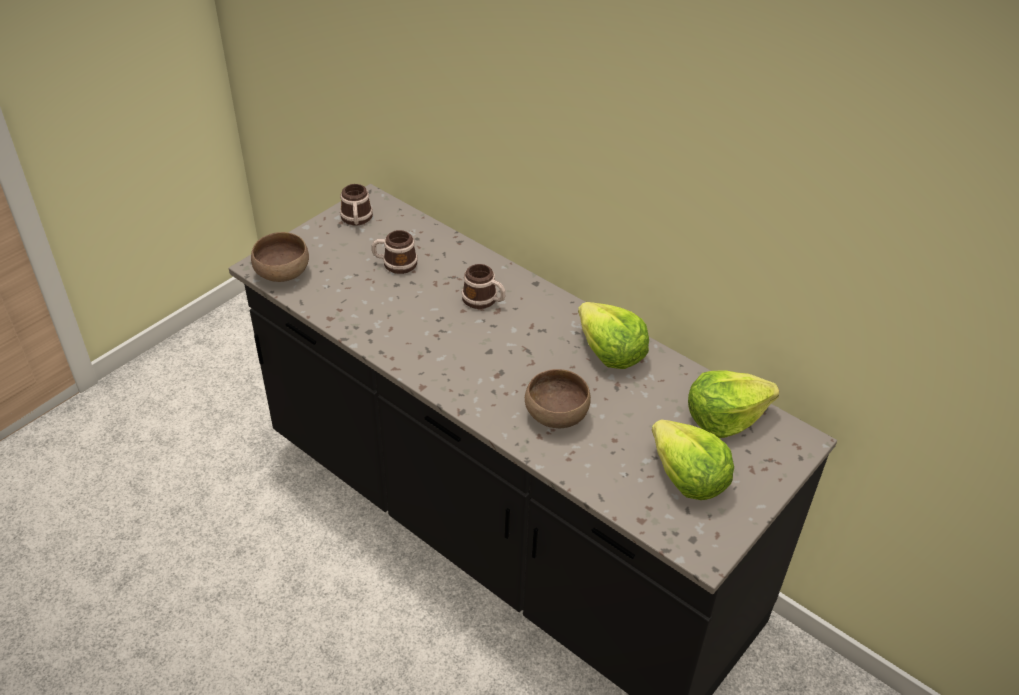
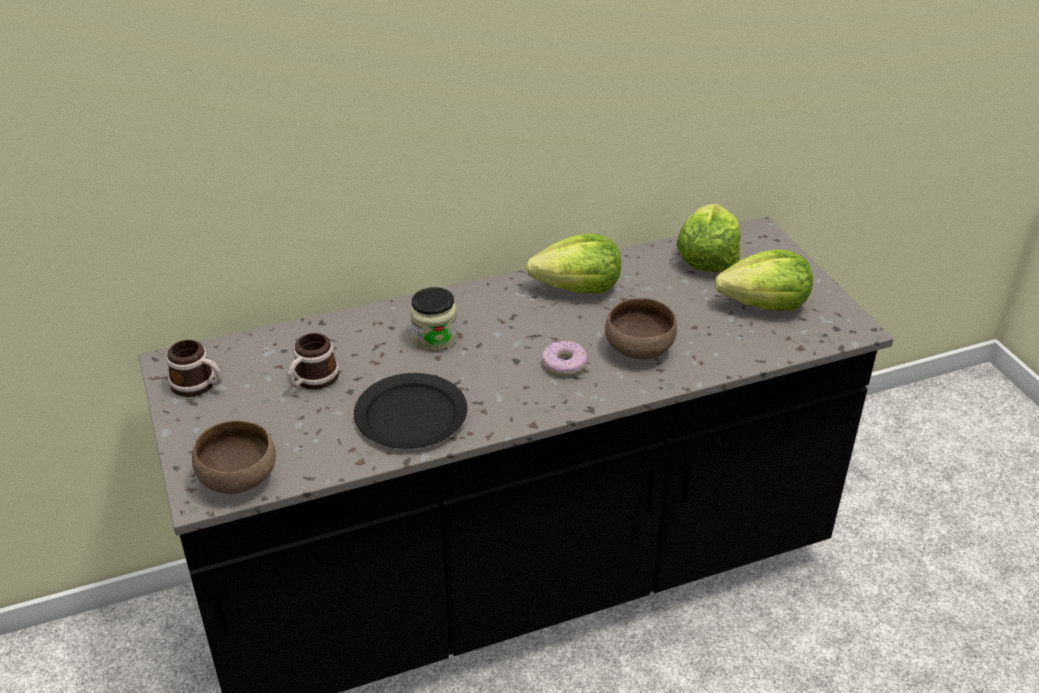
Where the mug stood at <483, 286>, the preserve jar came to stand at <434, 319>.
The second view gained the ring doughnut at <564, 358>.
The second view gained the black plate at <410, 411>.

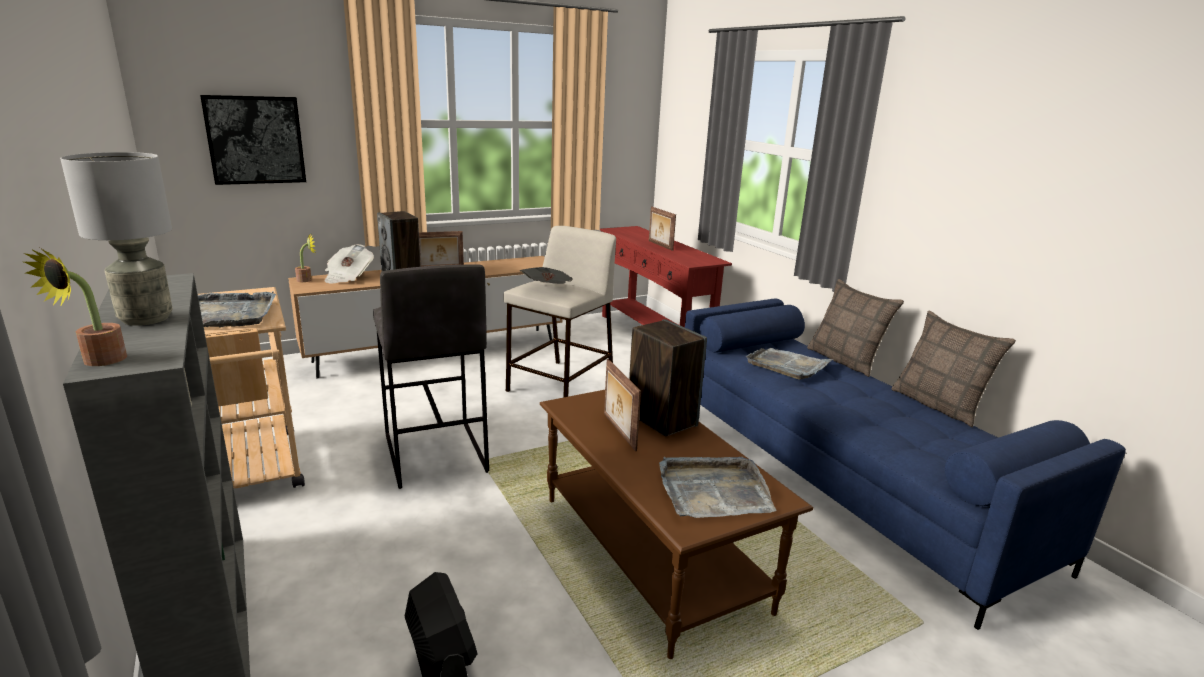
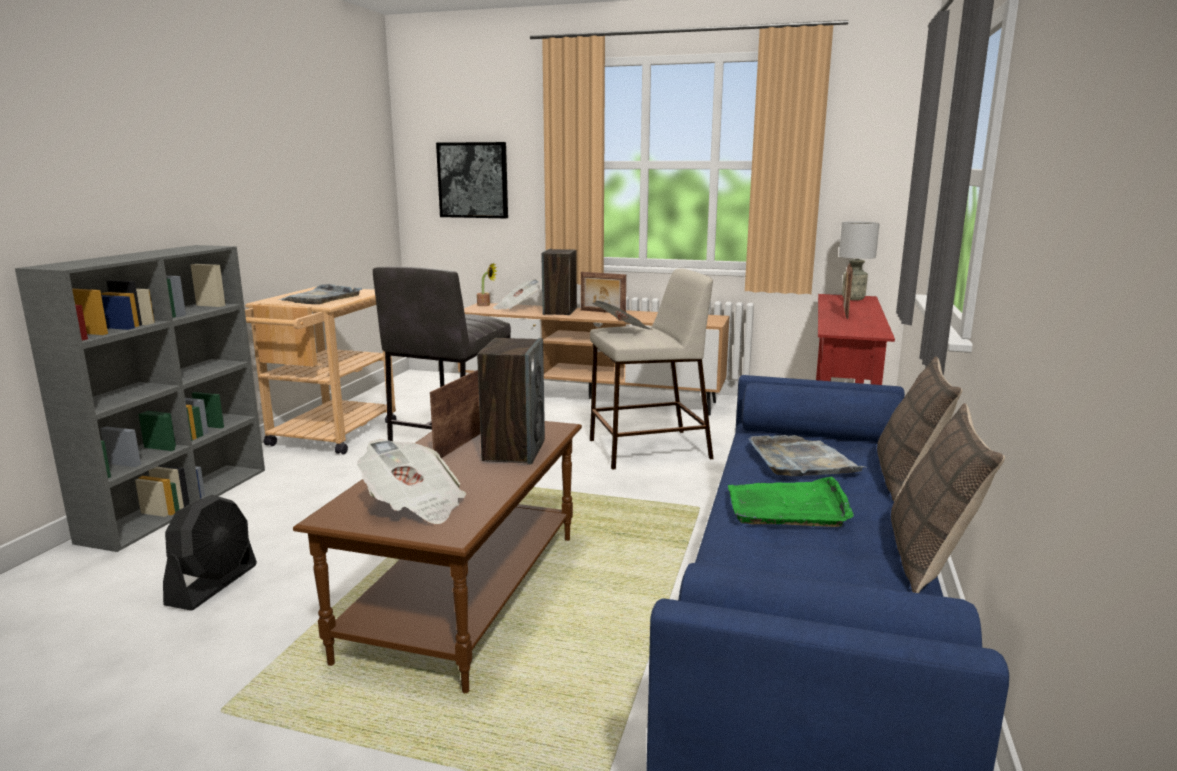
The gray lamp for a table ended up elsewhere, having gone from <116, 239> to <859, 261>.
The second view lost the potted plant at <75, 307>.
Where the gray tray stood at <718, 487>, the newspaper came to stand at <411, 481>.
The second view gained the green tray at <791, 502>.

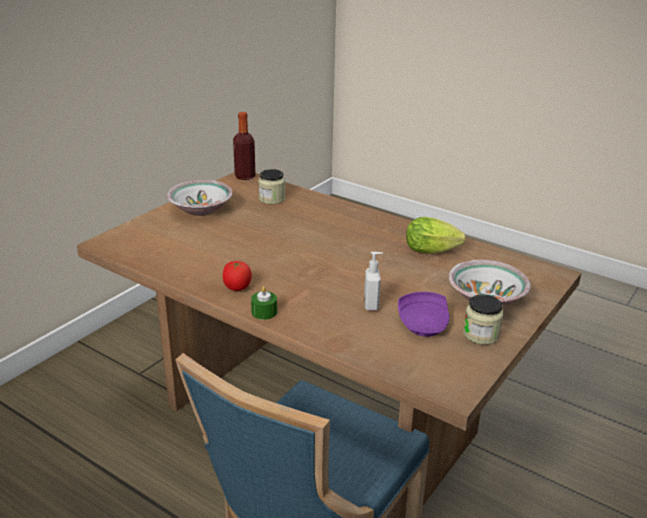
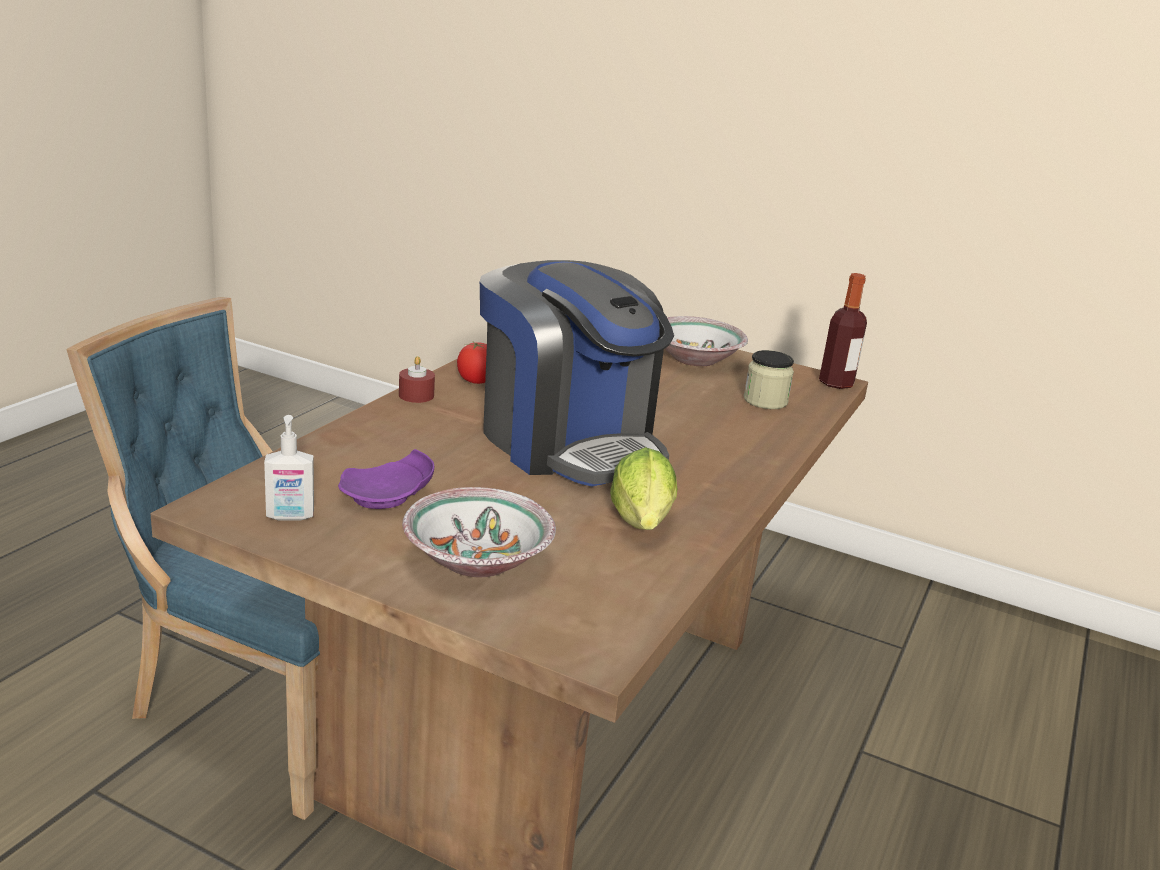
The soap dispenser ended up elsewhere, having gone from <373, 281> to <289, 468>.
What was the green candle at <264, 303> turned into the red candle at <417, 379>.
The second view lost the preserve jar at <483, 319>.
The second view gained the coffee maker at <577, 373>.

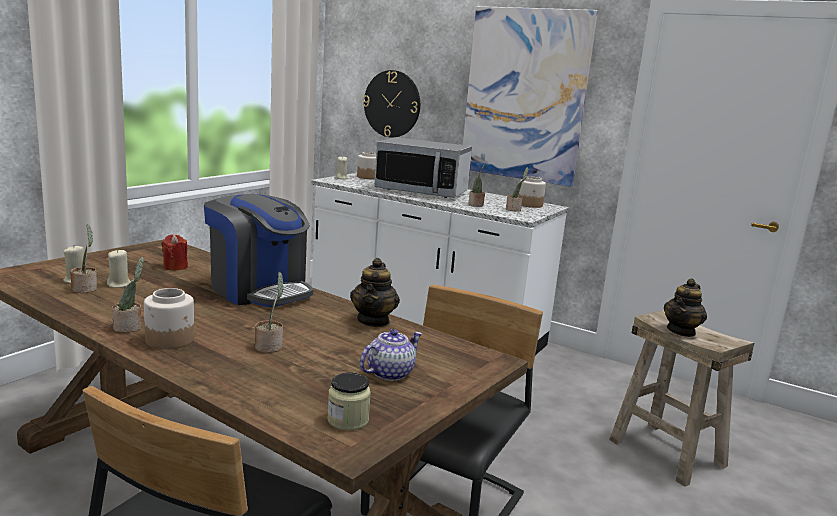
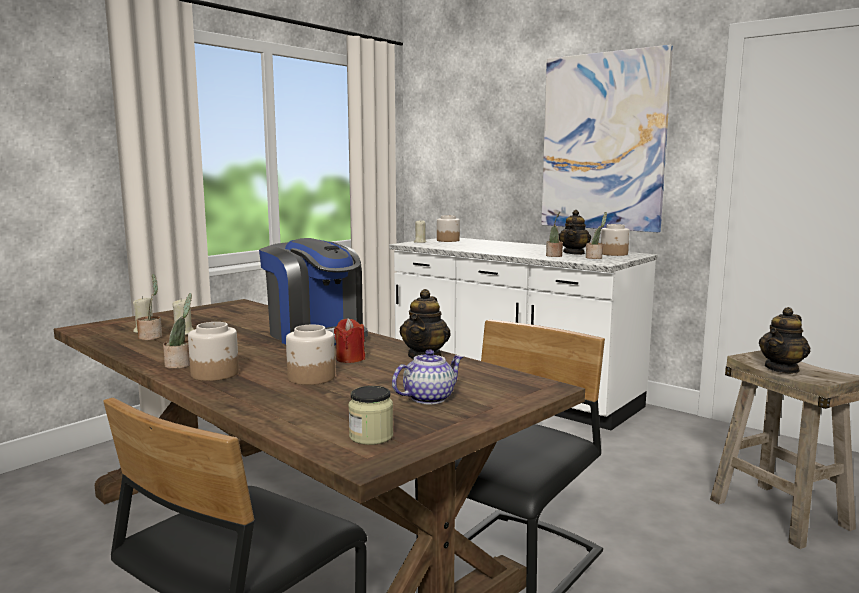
The second view lost the hanging clock at <391, 104>.
The second view lost the microwave at <423, 167>.
The red candle ended up elsewhere, having gone from <175, 252> to <349, 340>.
Where the potted plant stood at <269, 312>, the preserve jar came to stand at <310, 355>.
The second view gained the tea pot at <575, 232>.

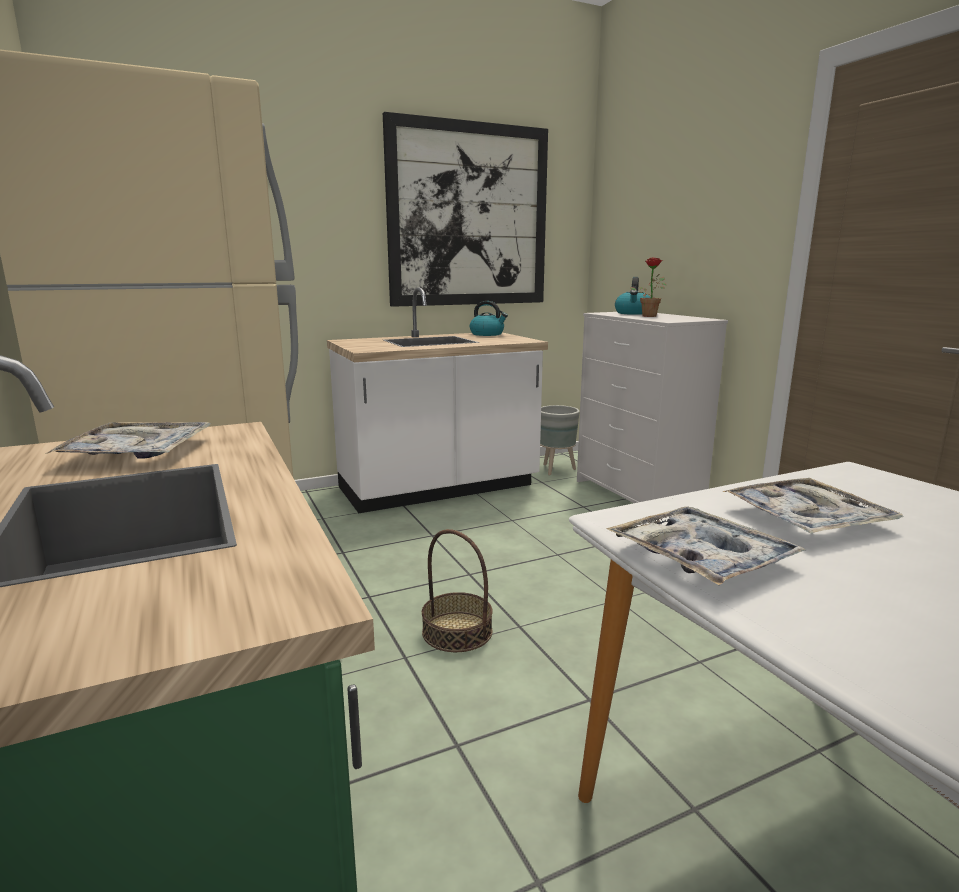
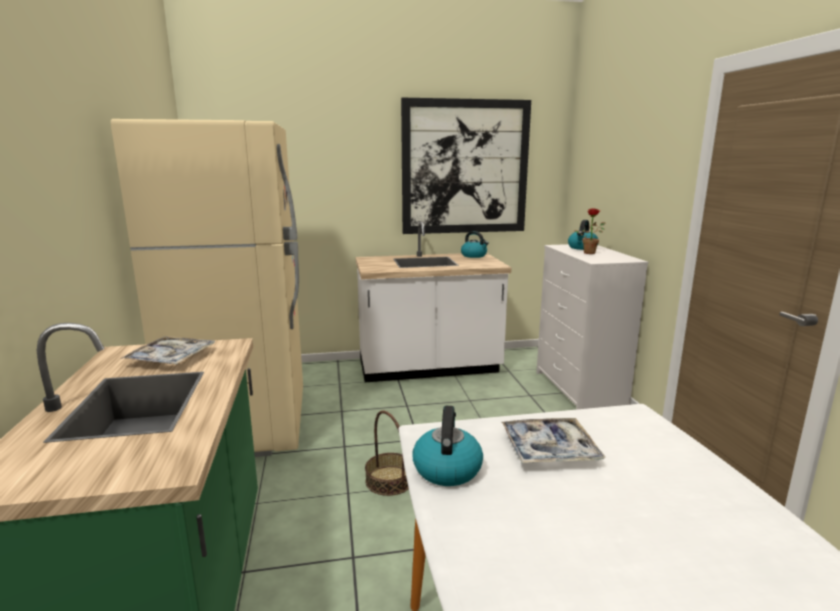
The second view lost the gray planter at <560, 440>.
Where the tray stood at <706, 545>, the kettle came to stand at <447, 446>.

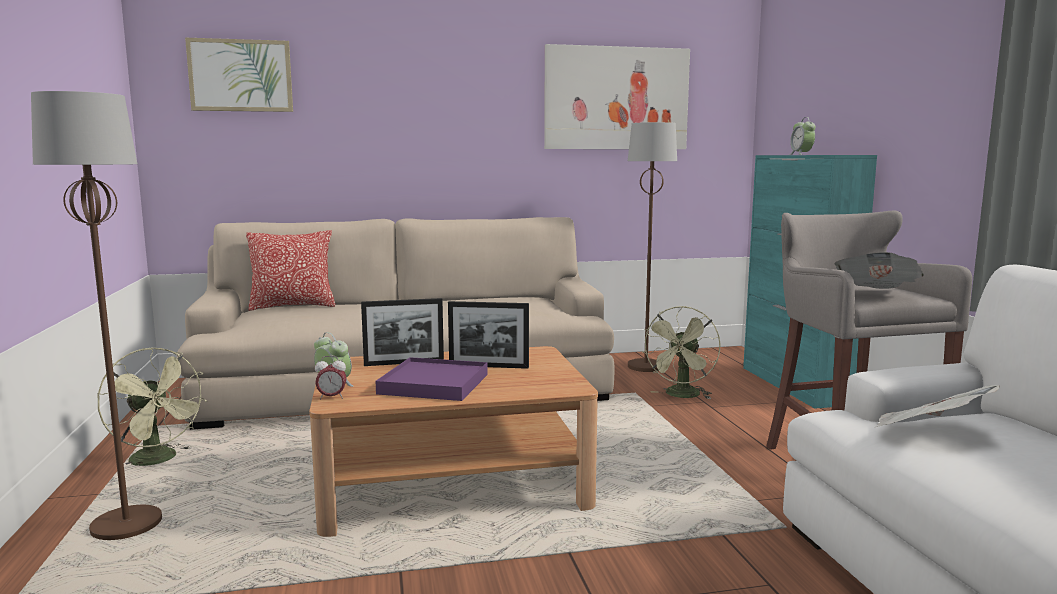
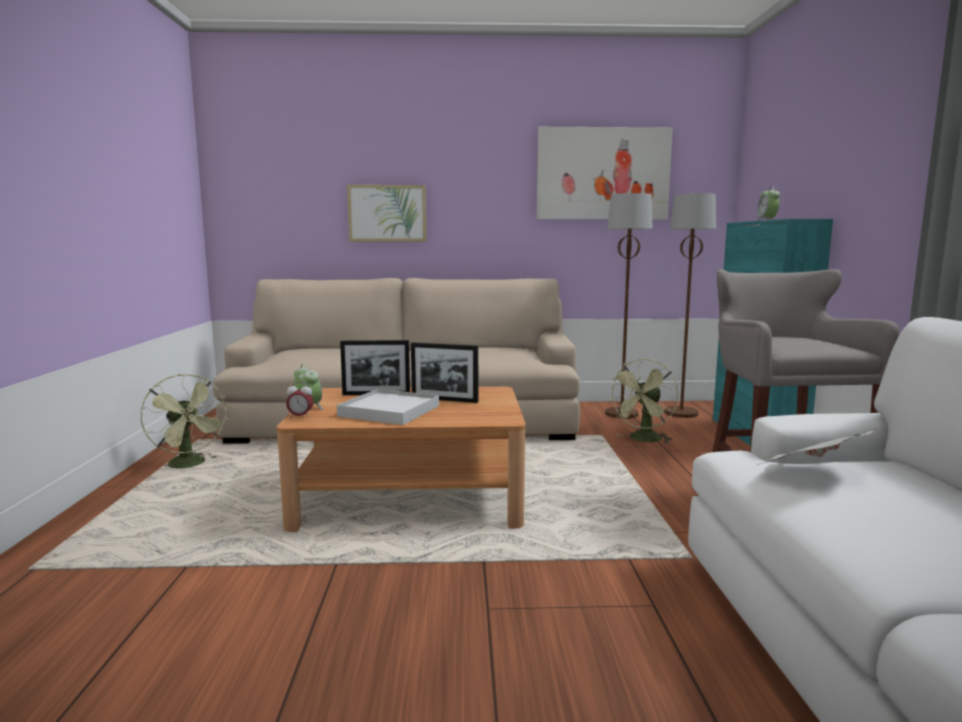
The picture ended up elsewhere, having gone from <239, 75> to <387, 213>.
The brown standing lamp ended up elsewhere, having gone from <96, 315> to <690, 305>.
The second view lost the throw pillow at <290, 270>.
The second view lost the newspaper at <879, 270>.
What was the purplish tray at <431, 379> turned into the white tray at <388, 407>.

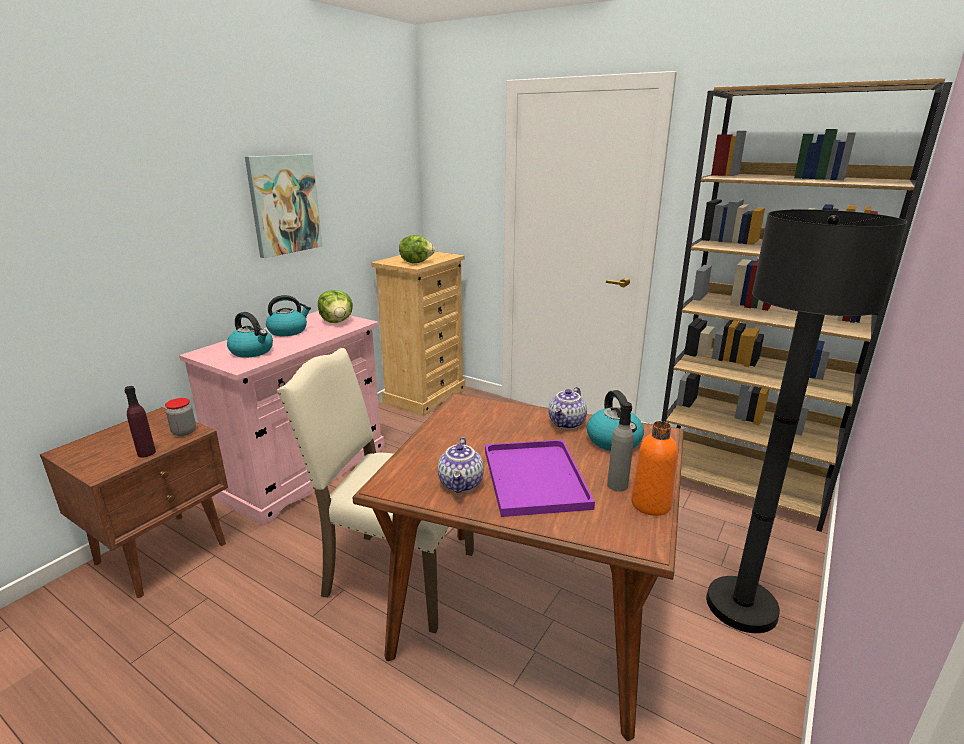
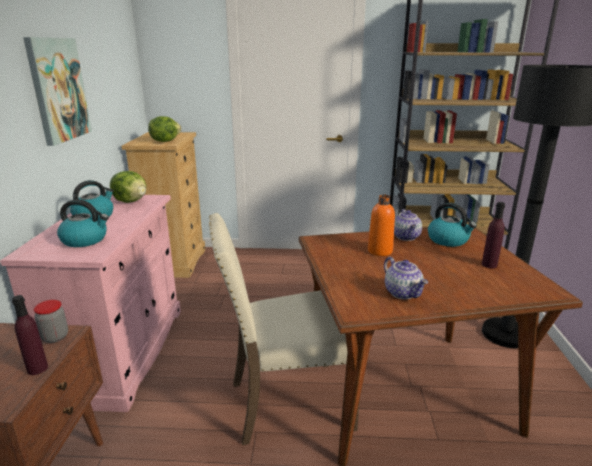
What was the gray beverage bottle at <620, 447> turned into the purplish beverage bottle at <493, 235>.
The orange beverage bottle ended up elsewhere, having gone from <654, 468> to <381, 225>.
The second view lost the purplish tray at <540, 478>.

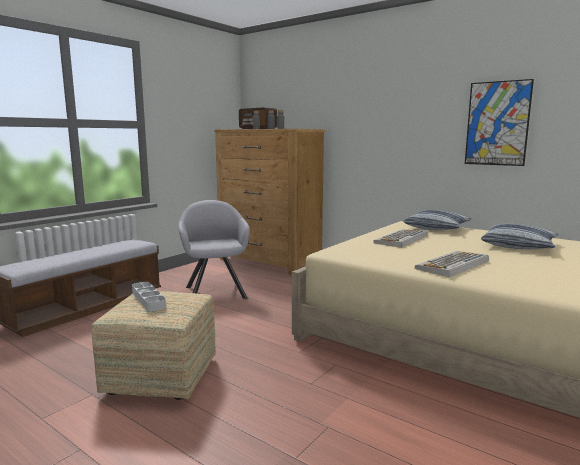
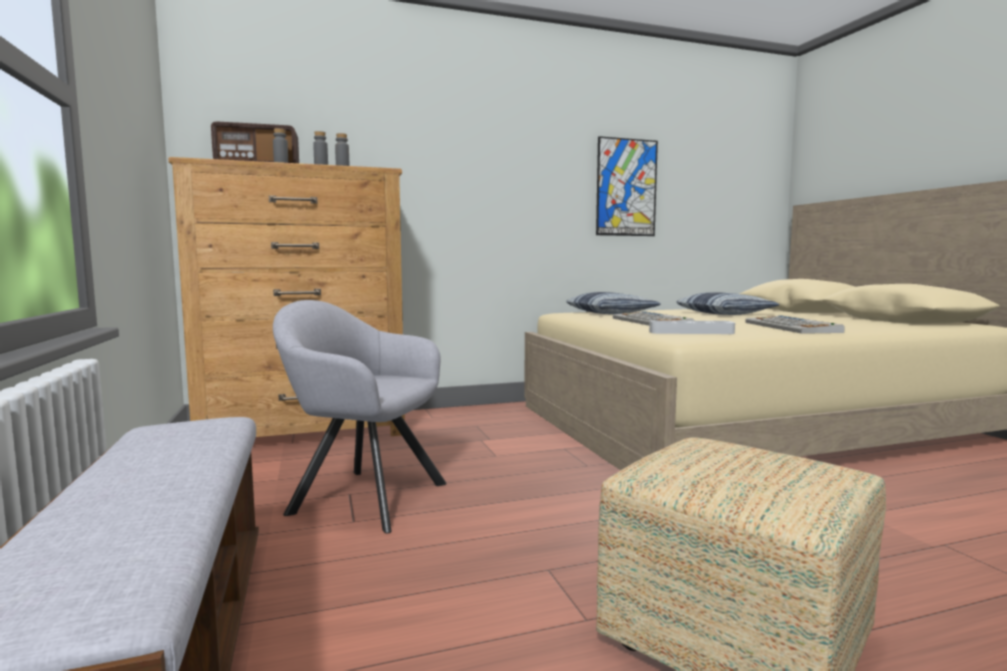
The gray tray ended up elsewhere, having gone from <149, 297> to <692, 327>.

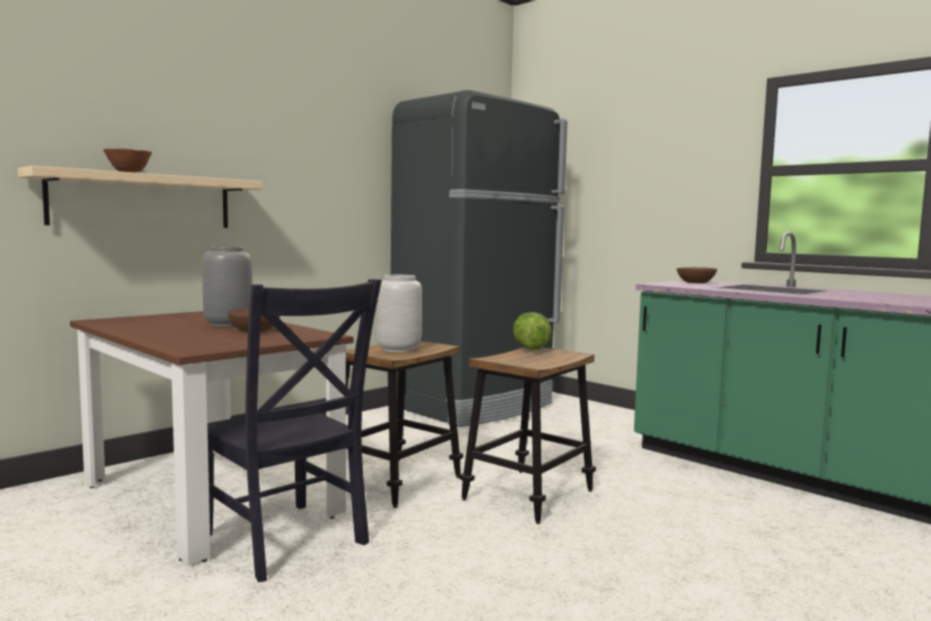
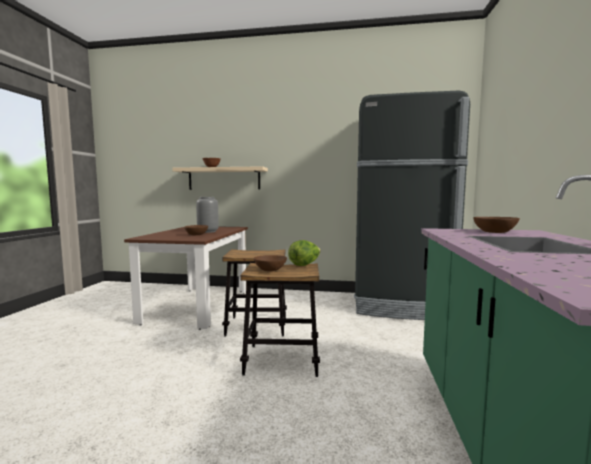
The second view lost the gray decorative vase at <399, 314>.
The second view lost the black chair at <294, 430>.
The second view gained the brown bowl at <270, 263>.

